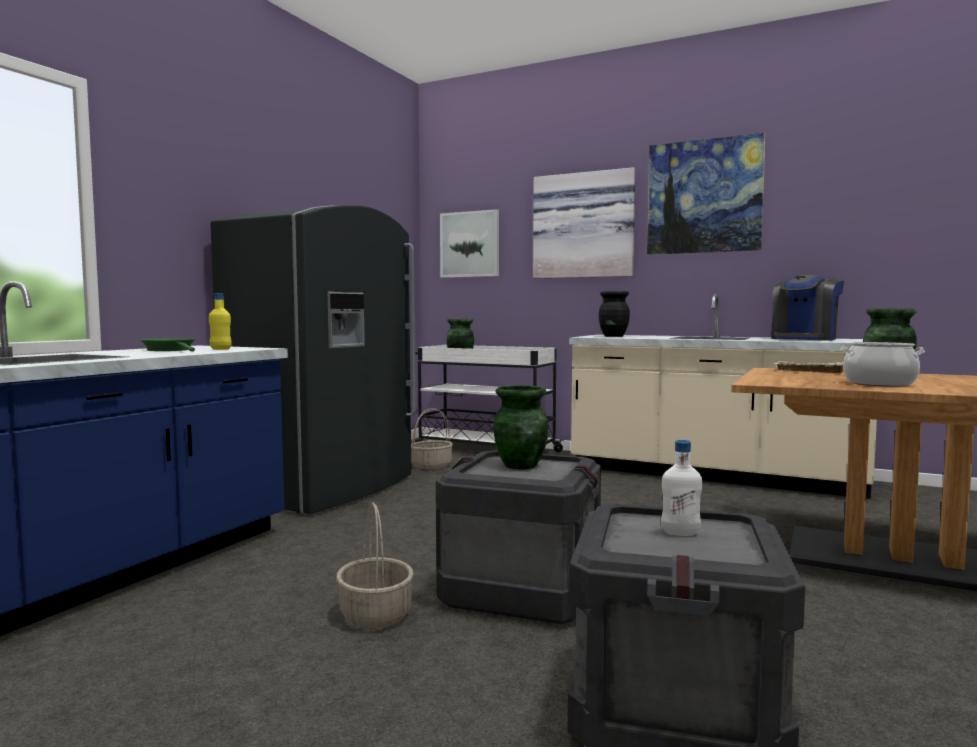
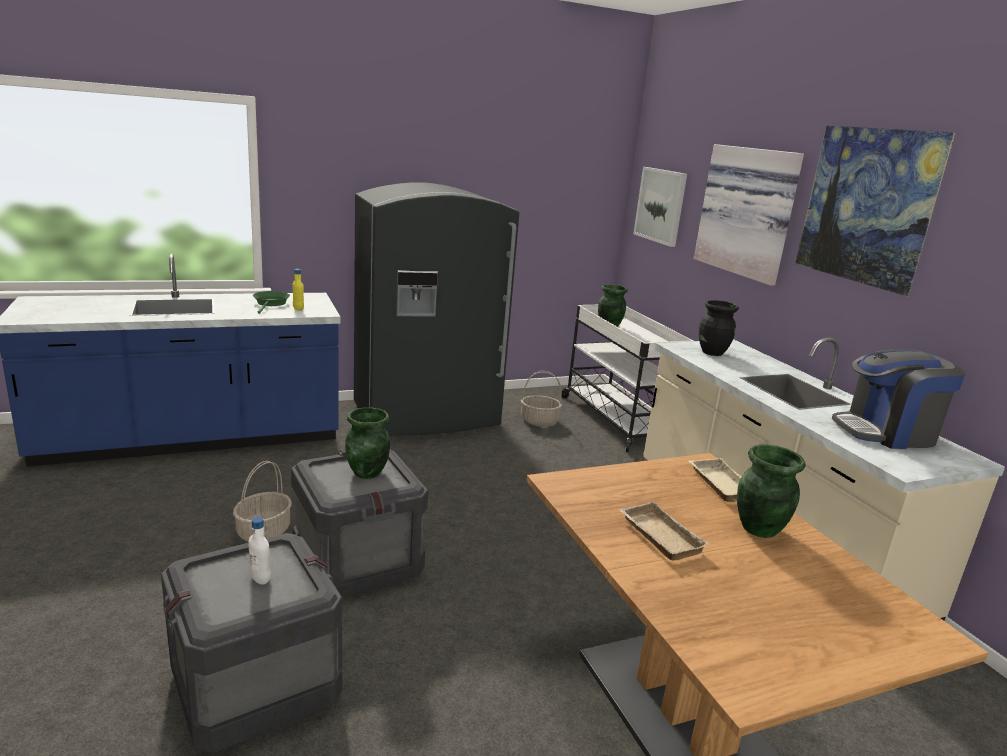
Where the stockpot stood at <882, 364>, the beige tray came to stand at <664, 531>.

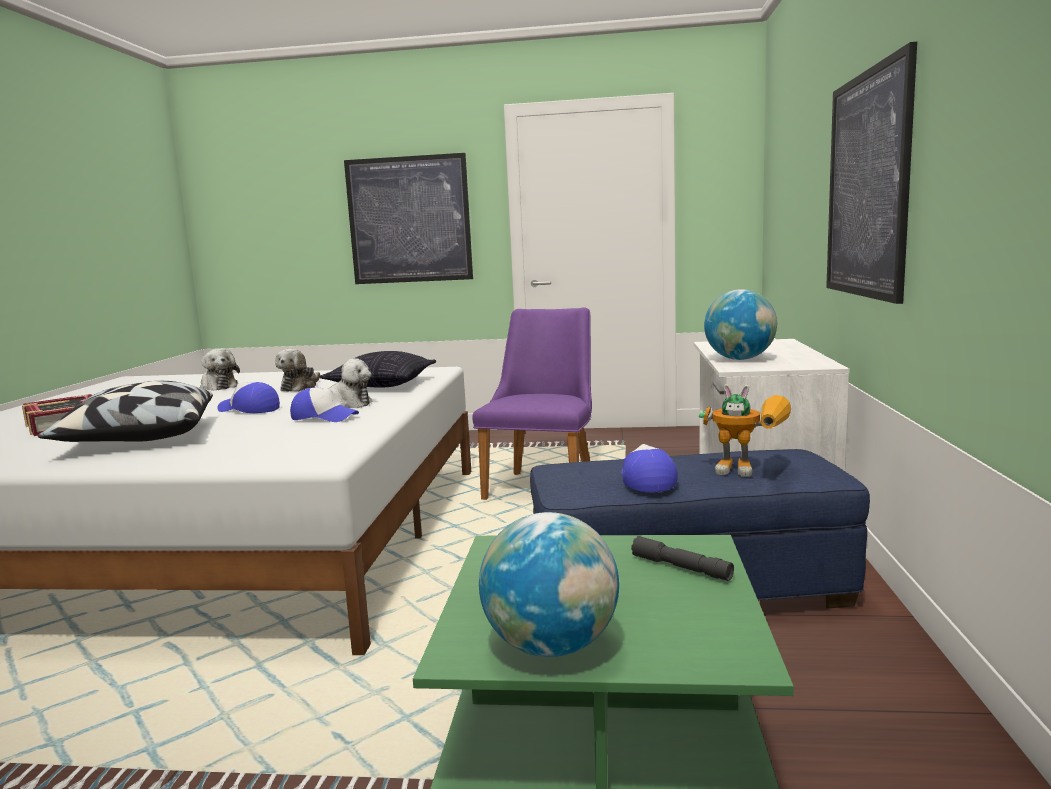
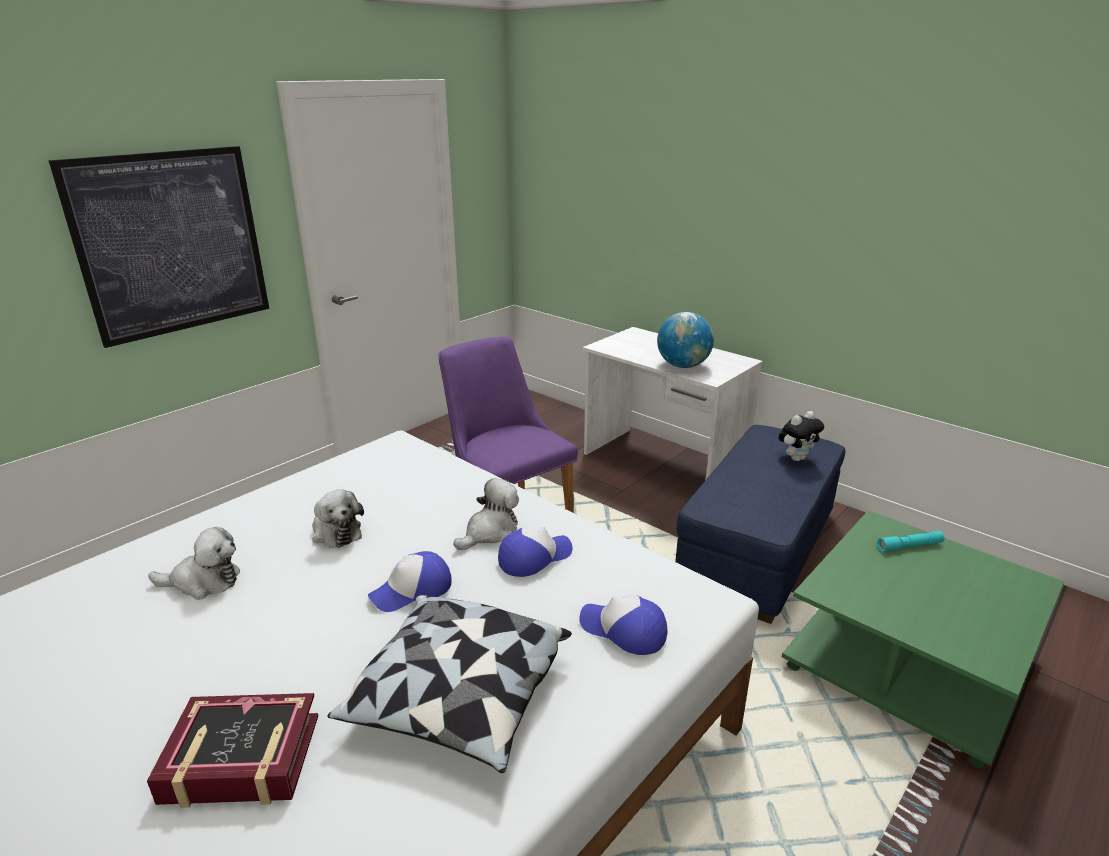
The second view lost the picture at <871, 173>.
The second view lost the throw pillow at <377, 369>.
Where the model robot stood at <745, 430>, the cuddly toy came to stand at <801, 436>.
The peaked cap ended up elsewhere, having gone from <649, 468> to <623, 625>.
The second view lost the world globe at <549, 584>.
What was the gray flashlight at <682, 558> turned into the turquoise-coloured flashlight at <911, 541>.

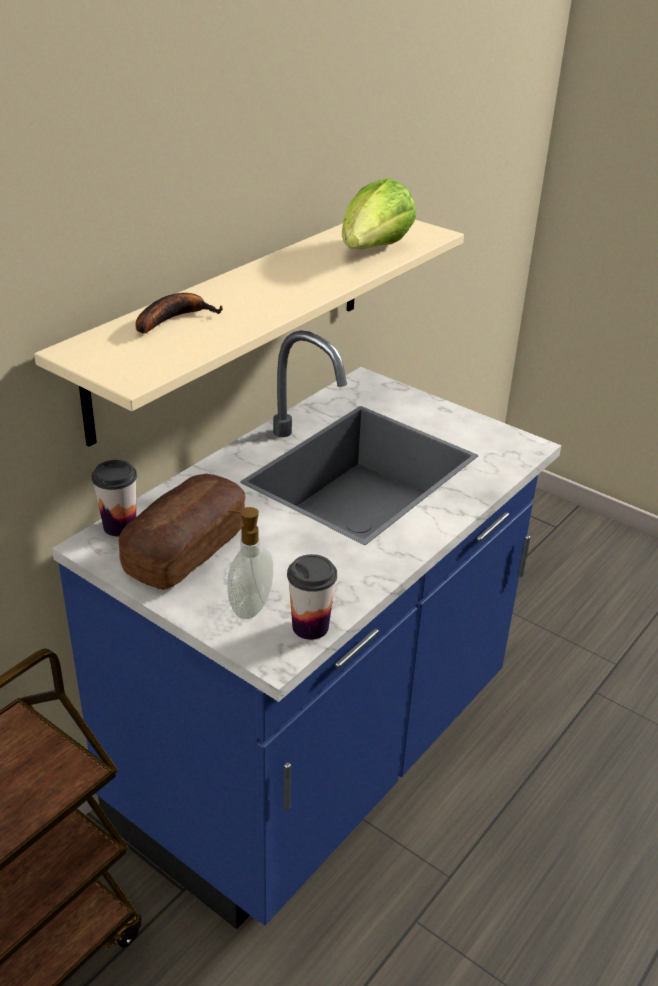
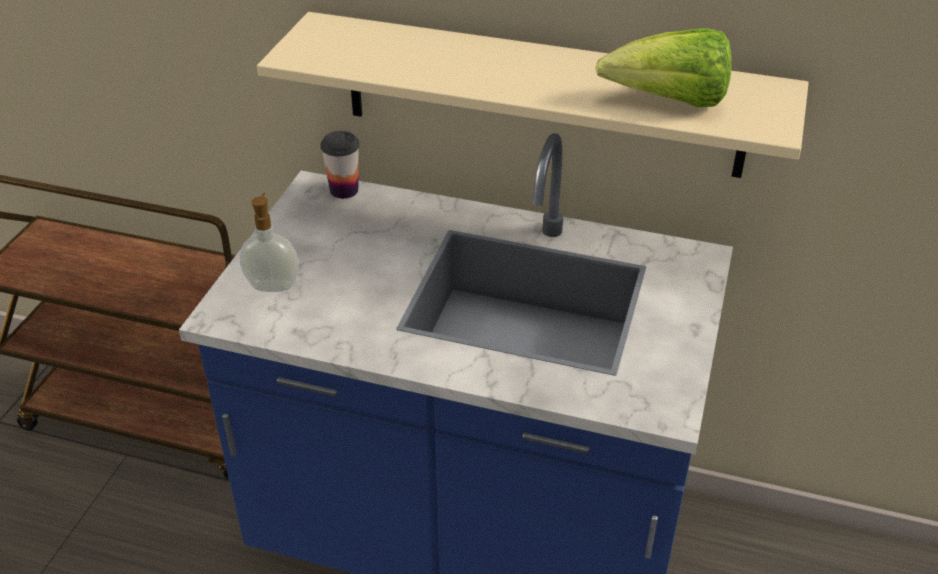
The second view lost the banana at <179, 313>.
The second view lost the bread at <182, 532>.
The second view lost the small cup at <312, 597>.

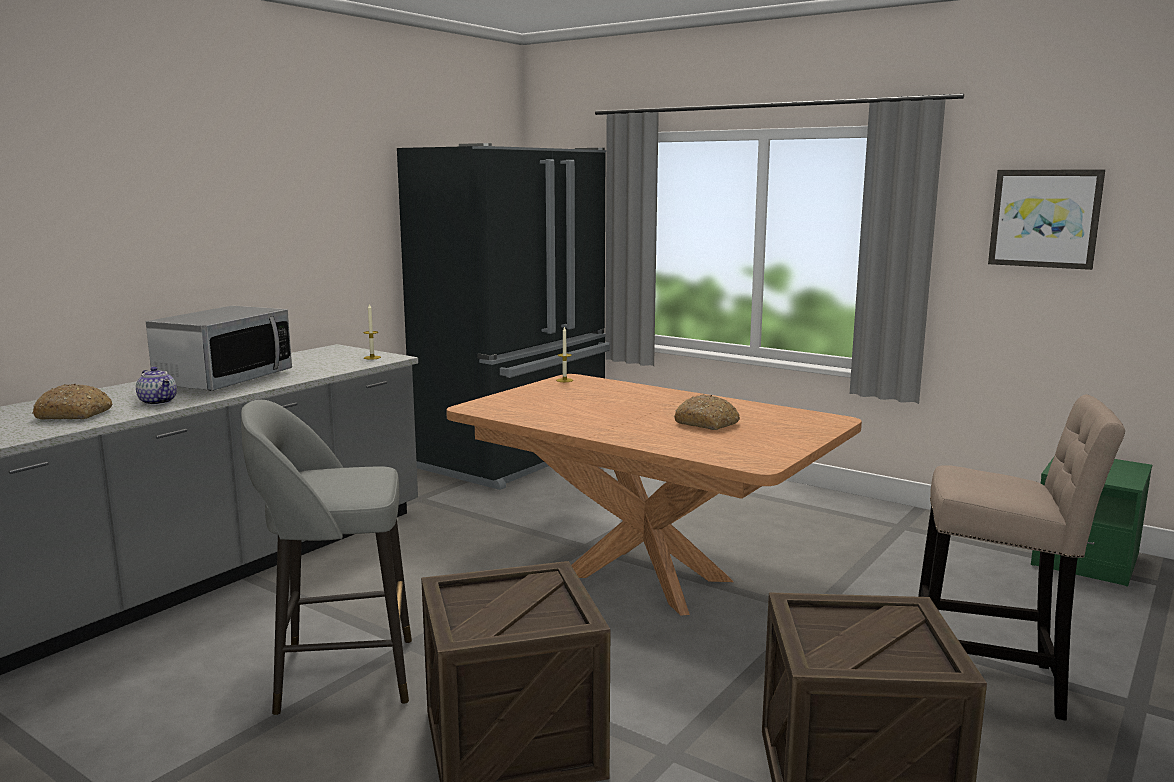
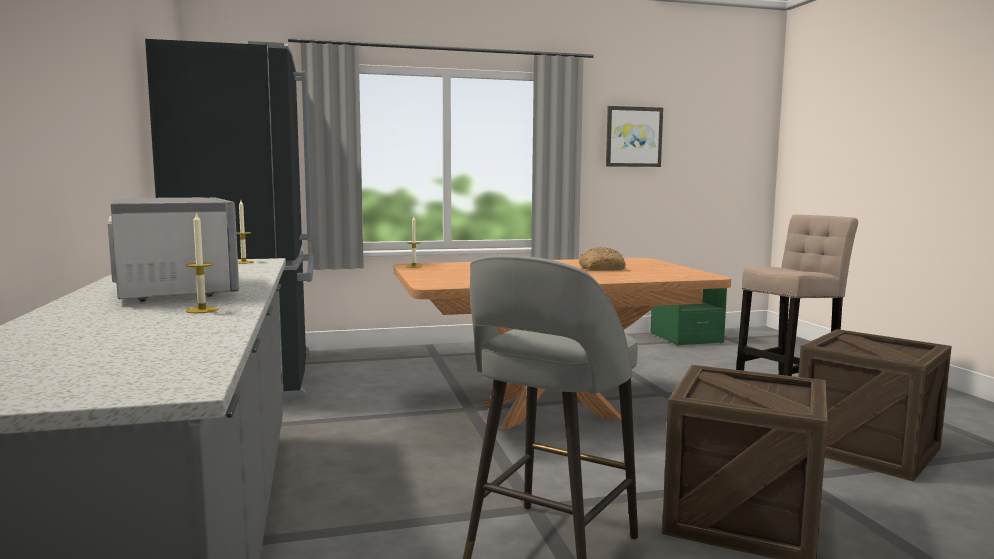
Where the tea pot stood at <156, 386>, the candle came to stand at <201, 262>.
The second view lost the bread at <72, 401>.

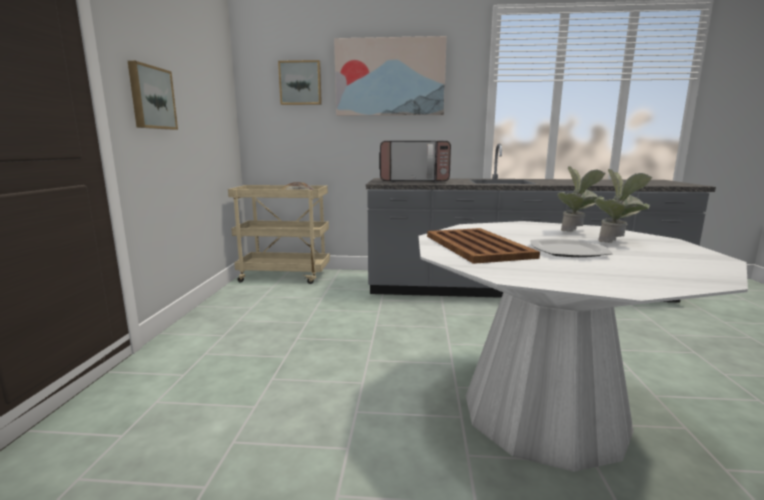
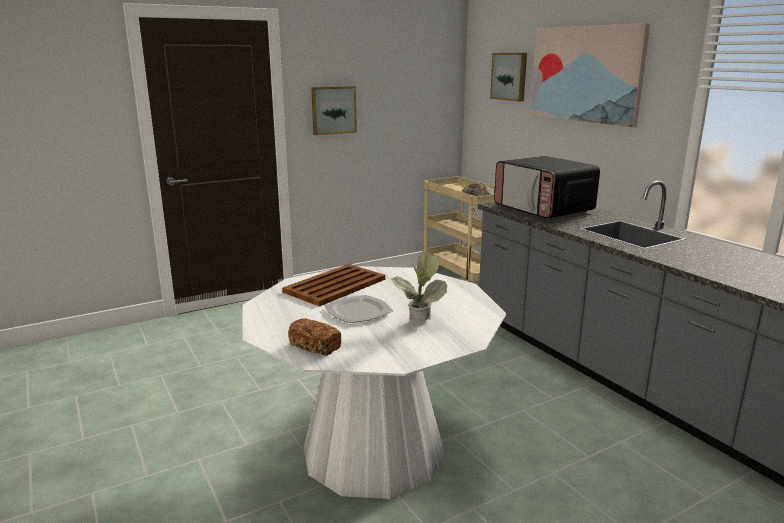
The second view lost the potted plant at <581, 199>.
The second view gained the bread at <314, 337>.

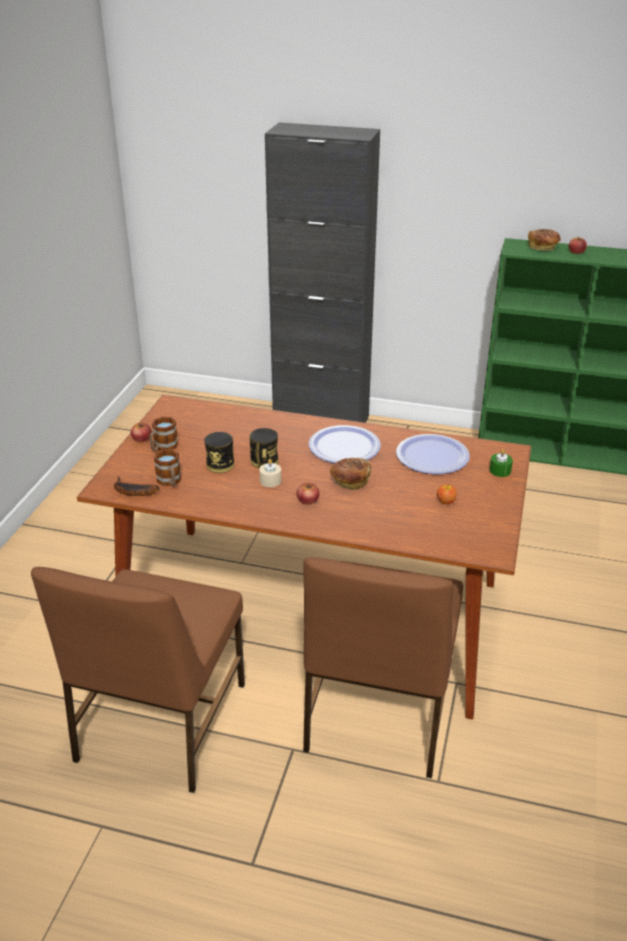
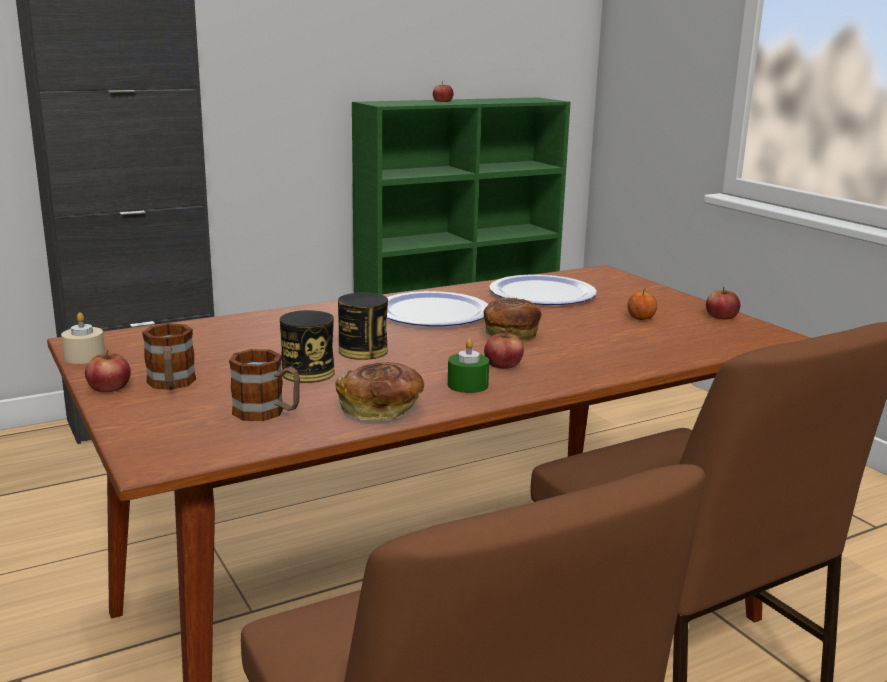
The bread ended up elsewhere, having gone from <544, 240> to <380, 391>.
The green candle ended up elsewhere, having gone from <501, 463> to <468, 365>.
The beige candle ended up elsewhere, having gone from <270, 473> to <83, 338>.
The second view lost the banana at <136, 486>.
The second view gained the whole apple at <723, 303>.

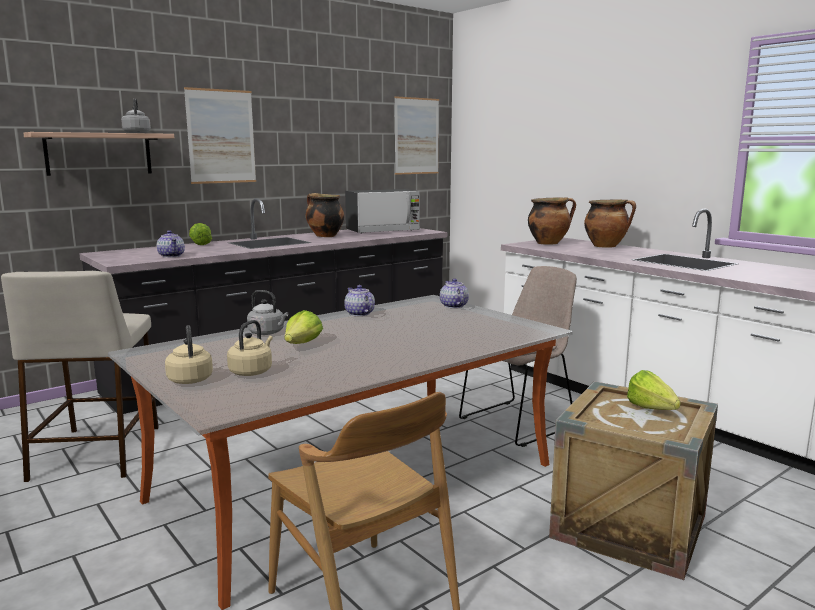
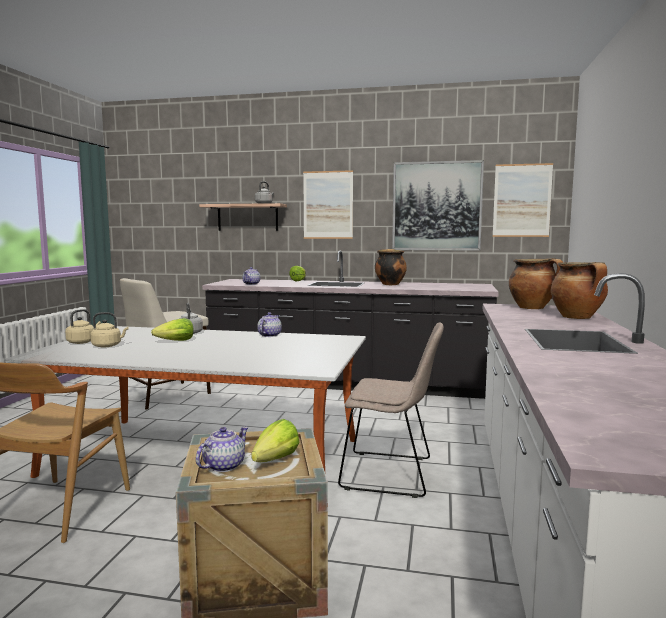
The second view lost the microwave at <382, 211>.
The tea pot ended up elsewhere, having gone from <454, 293> to <222, 449>.
The second view gained the picture at <438, 205>.

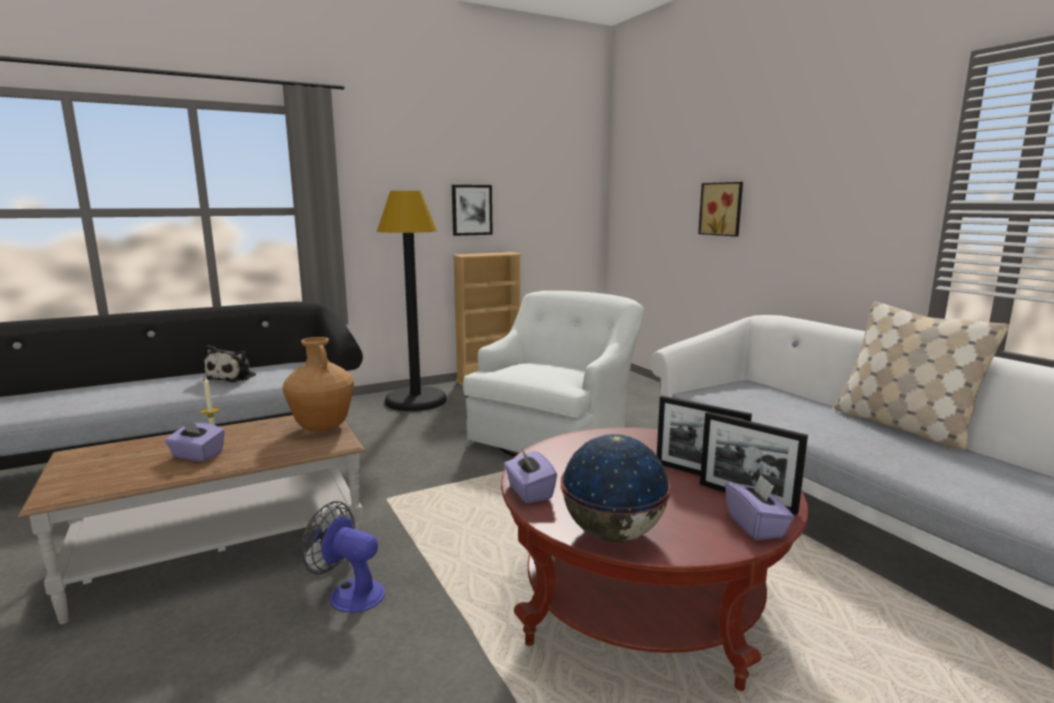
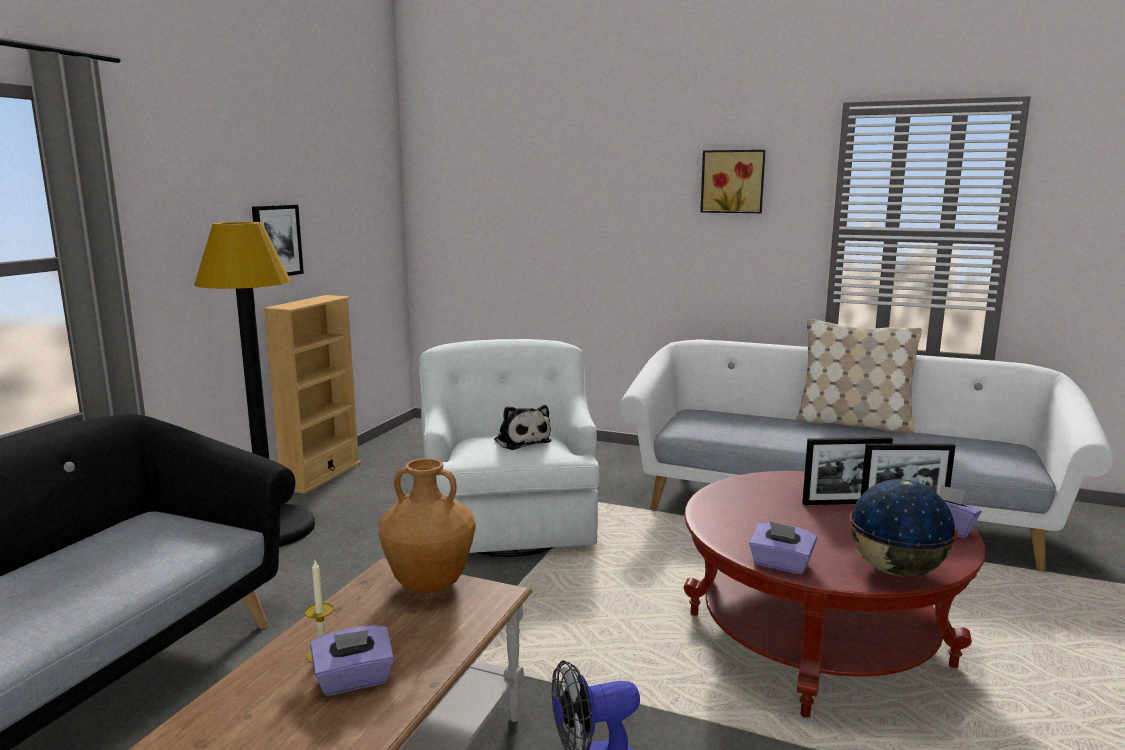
The picture ended up elsewhere, having gone from <720, 209> to <733, 181>.
The cuddly toy ended up elsewhere, having gone from <229, 363> to <523, 427>.

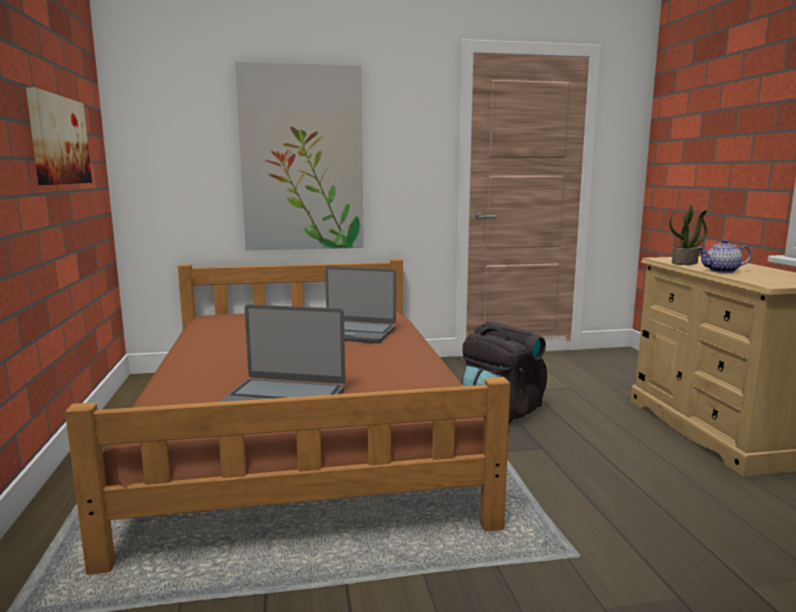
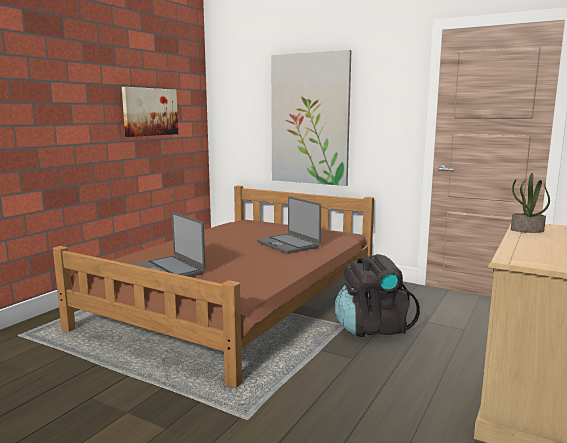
The second view lost the tea pot at <724, 256>.

